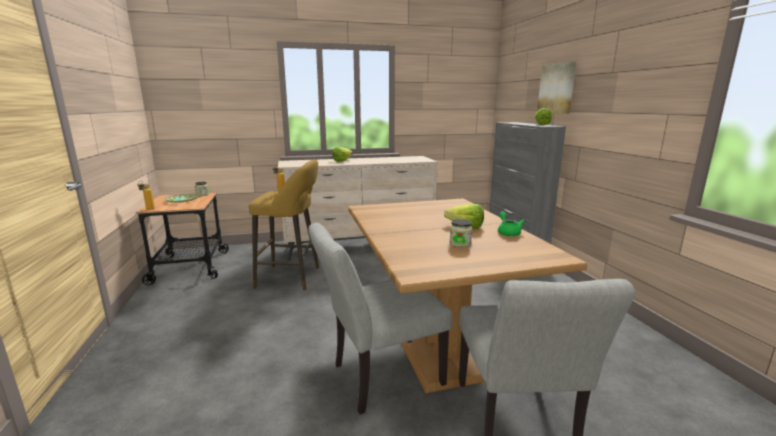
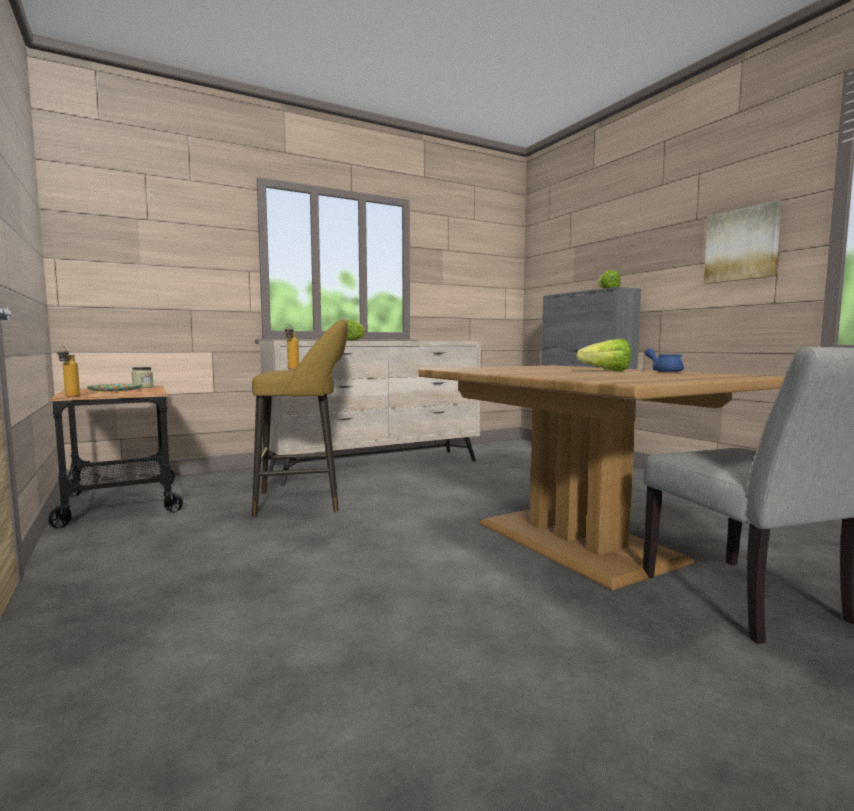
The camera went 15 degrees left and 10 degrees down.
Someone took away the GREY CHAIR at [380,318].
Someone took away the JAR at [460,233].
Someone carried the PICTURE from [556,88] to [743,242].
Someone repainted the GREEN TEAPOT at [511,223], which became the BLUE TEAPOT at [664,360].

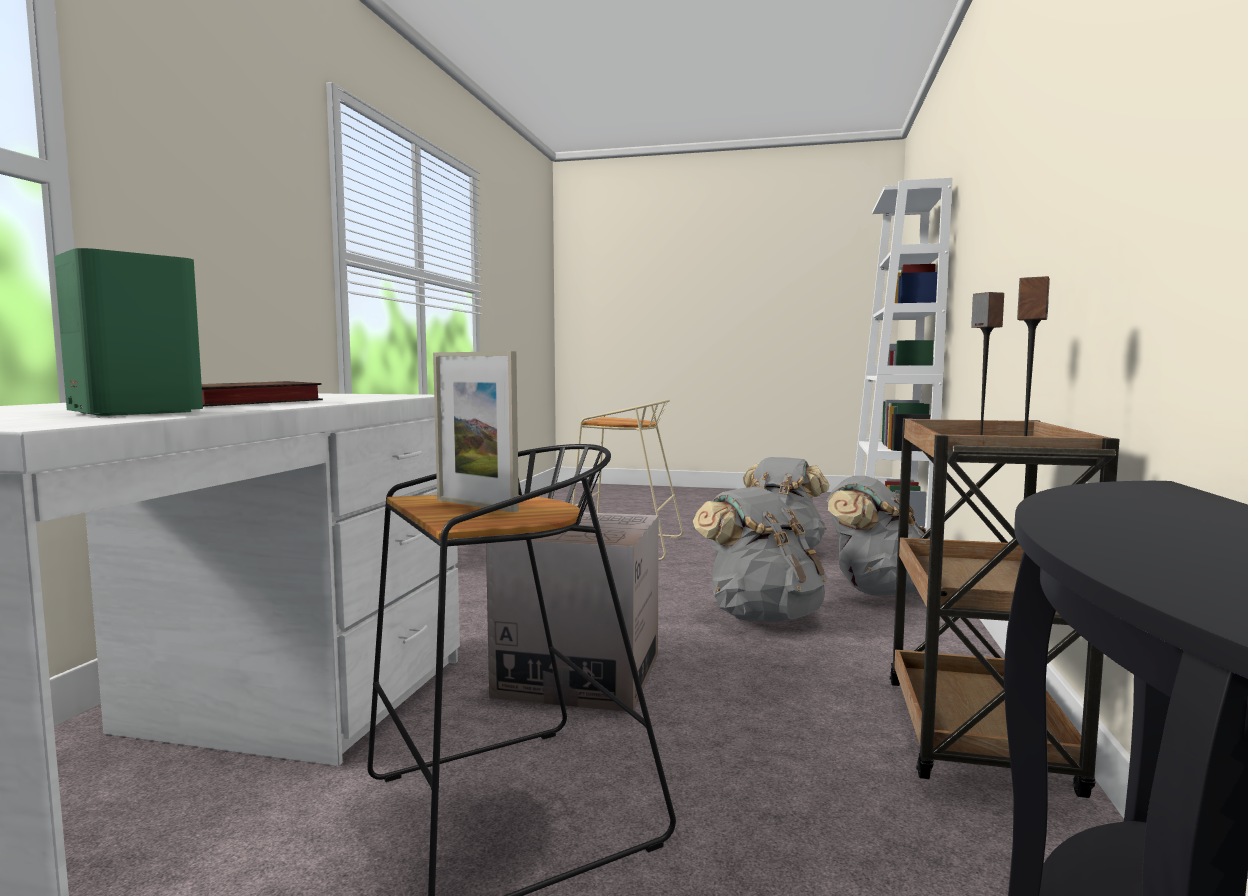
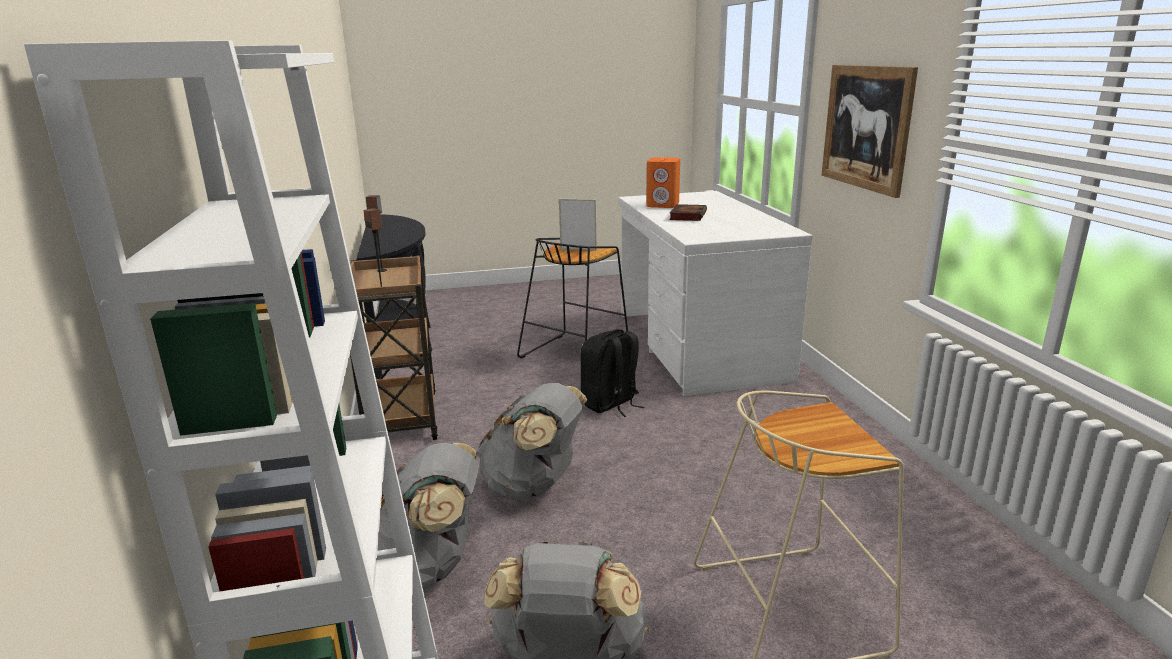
The camera went 155 degrees right and 15 degrees up.
Someone put up the PICTURE at [869,131].
Someone swapped the CARDBOARD BOX at [572,612] for the BLACK BACKPACK at [612,373].
Someone repainted the GREEN SPEAKER at [128,332], which became the ORANGE SPEAKER at [663,182].

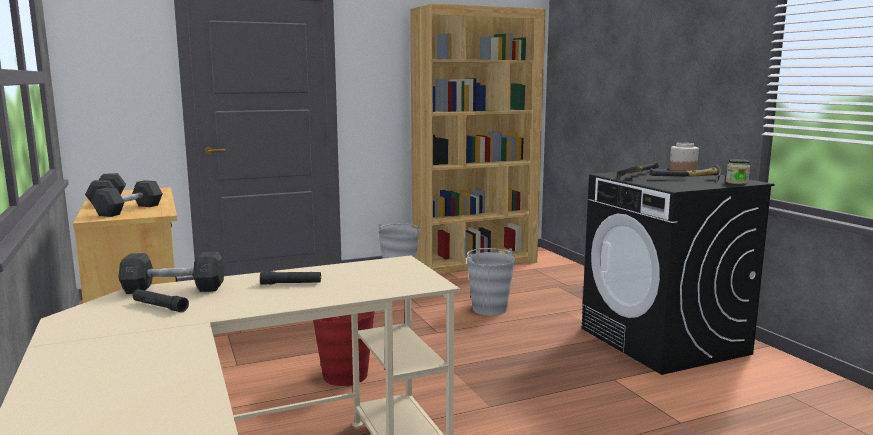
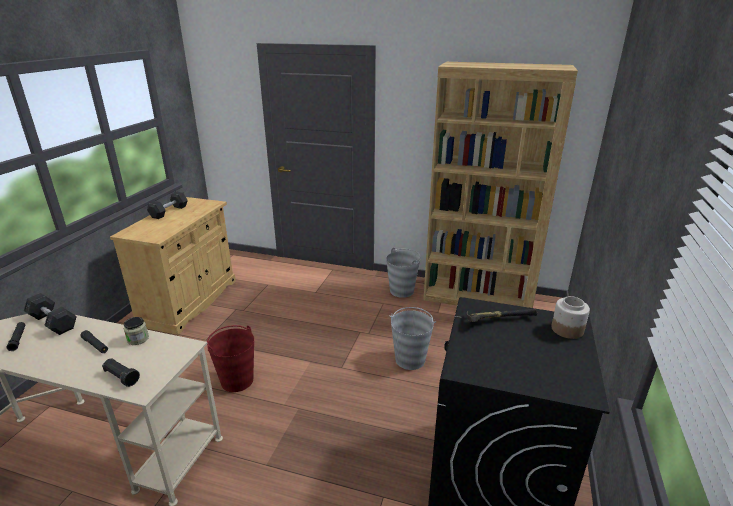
The camera went 40 degrees right and 15 degrees up.
Someone took away the GREY DUMBBELL at [127,198].
Someone took away the HAMMER at [685,173].
Someone put down the BLACK FLASHLIGHT at [121,372].
Someone carried the JAR from [738,171] to [136,331].

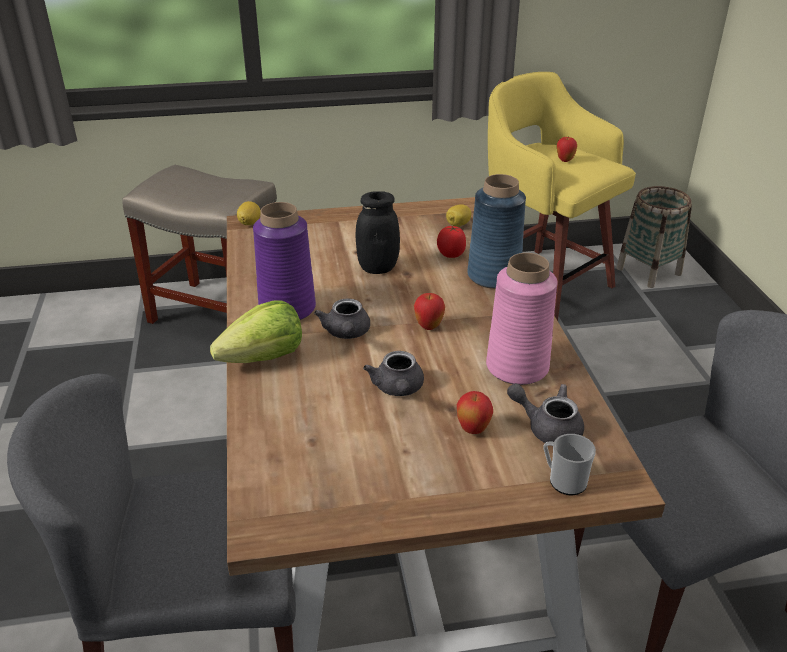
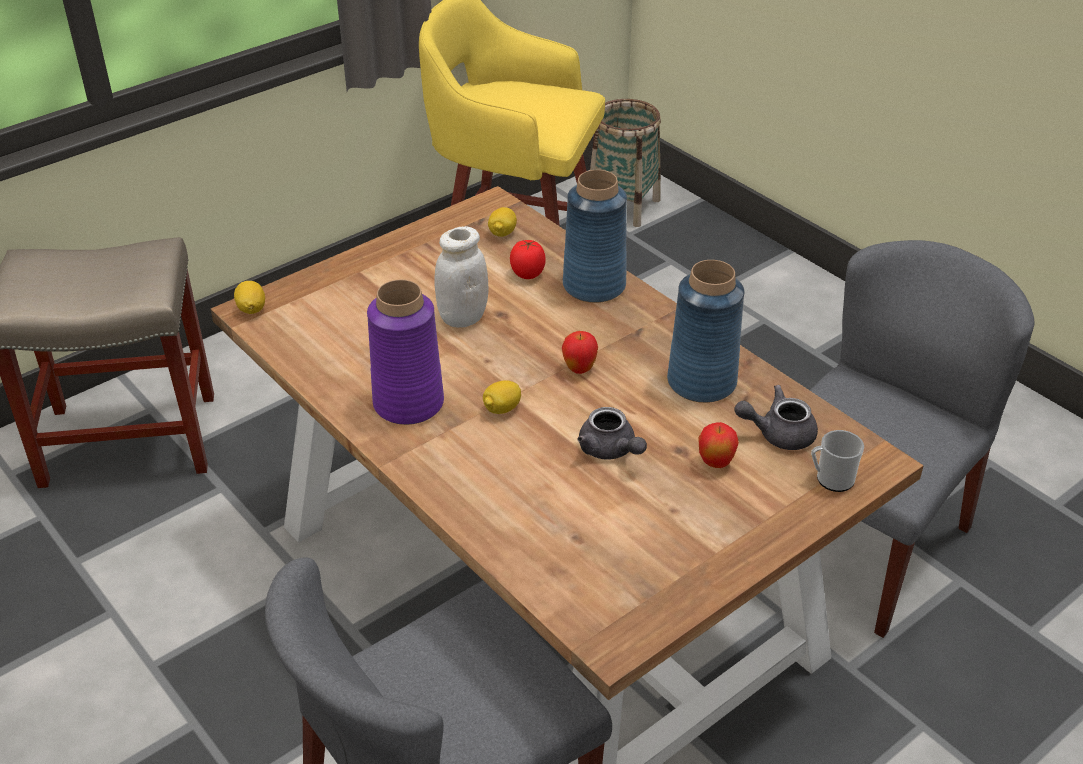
The camera went 30 degrees left and 5 degrees up.
Someone took away the LETTUCE at [256,331].
Someone took away the APPLE at [567,149].
Someone swapped the GREY TEAPOT at [342,318] for the LEMON at [502,397].
Someone repainted the BLACK JAR at [378,232], which became the WHITE JAR at [461,277].
Someone repainted the PINK VASE at [522,319], which became the BLUE VASE at [706,331].

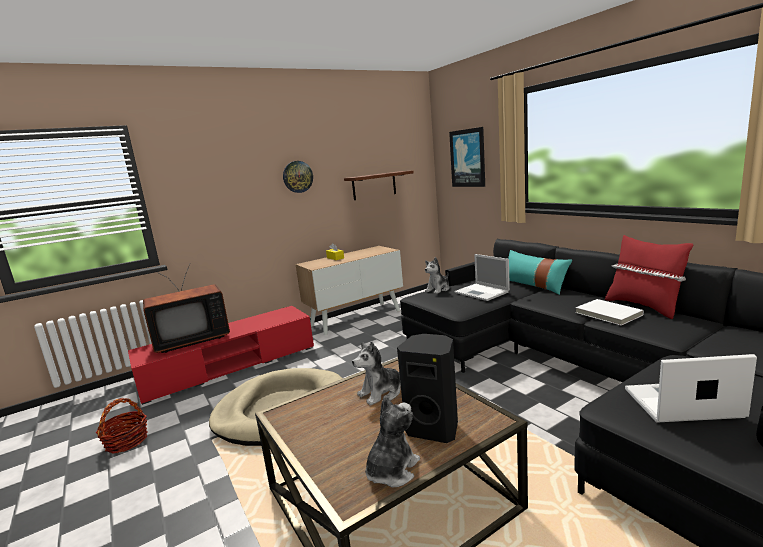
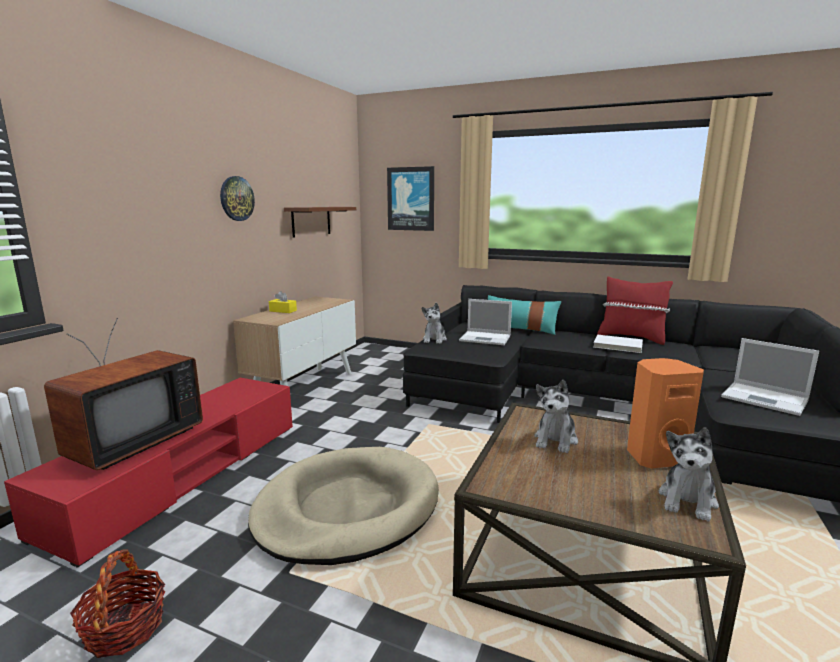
The camera went 35 degrees left and 0 degrees up.
Someone repainted the BLACK SPEAKER at [427,388], which became the ORANGE SPEAKER at [665,413].
Someone rotated the PLUSH TOY at [392,442] by 150 degrees counterclockwise.
Someone rotated the LAPTOP at [691,388] by 105 degrees counterclockwise.

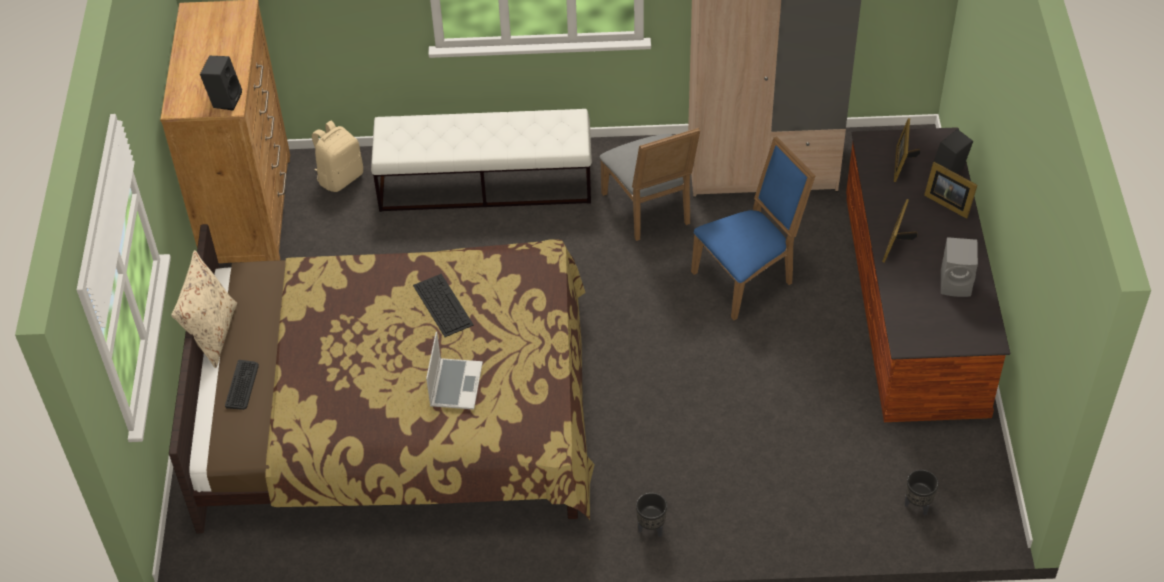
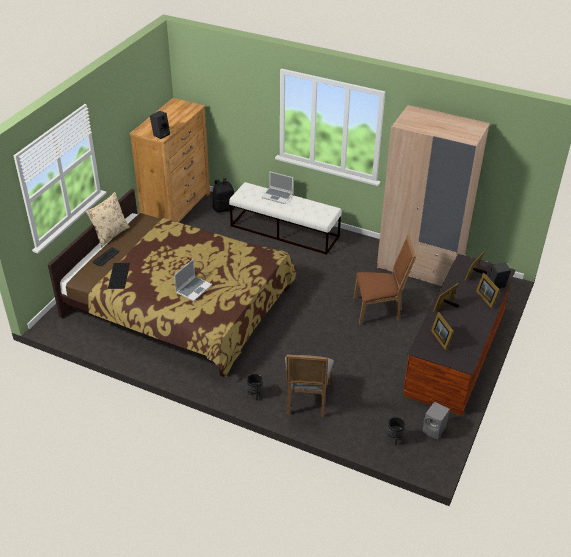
The camera went 25 degrees right and 10 degrees down.
Someone put down the LAPTOP at [277,187].
Someone put down the PICTURE FRAME at [442,331].
Someone carried the KEYBOARD from [443,305] to [119,276].
Someone carried the GREY CHAIR from [650,184] to [309,386].
Someone carried the GREY SPEAKER from [959,267] to [436,420].
Someone repainted the BEIGE BACKPACK at [337,156], which became the BLACK BACKPACK at [223,195].
Someone repainted the BLUE CHAIR at [753,228], which became the BROWN CHAIR at [384,280].

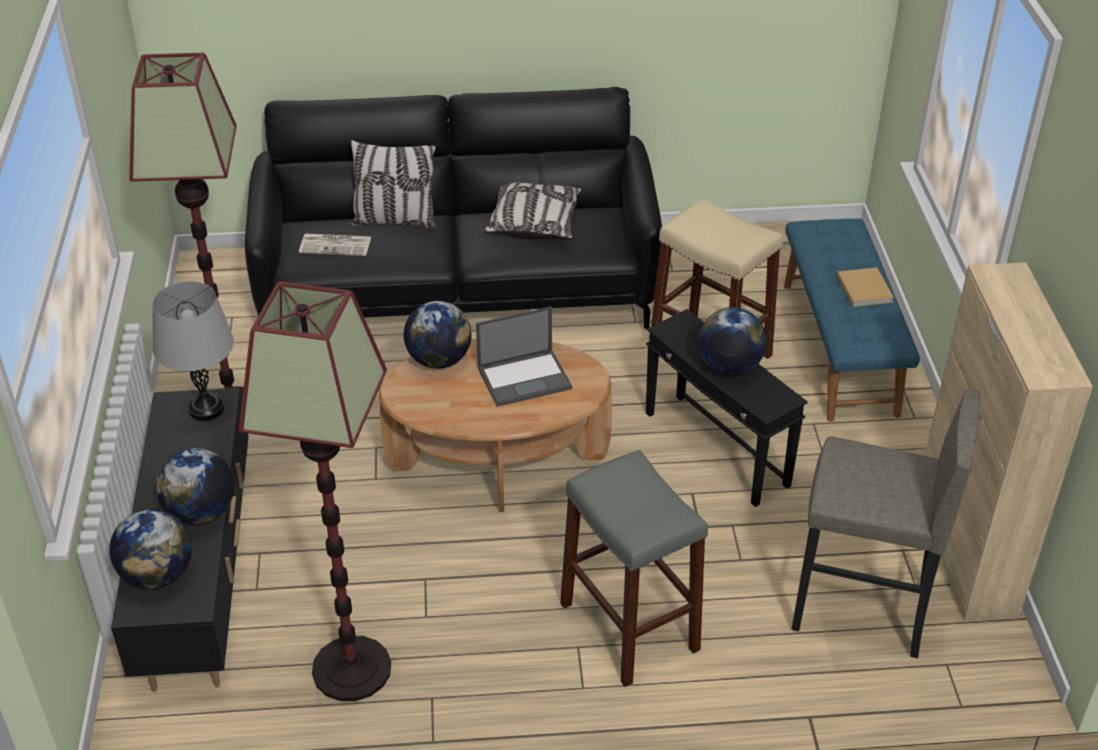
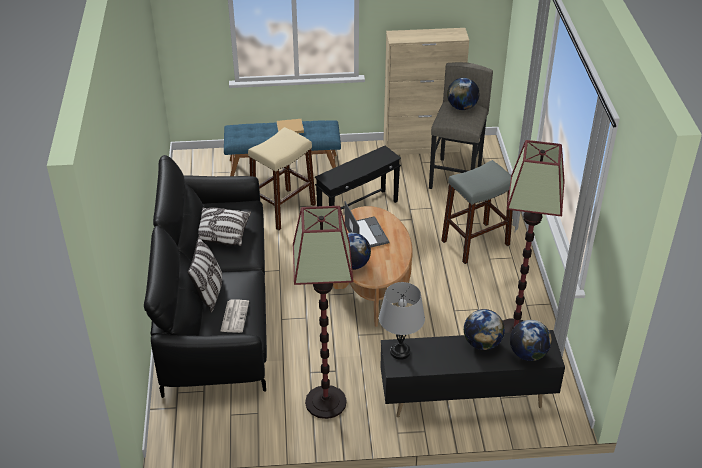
The camera went 90 degrees left and 0 degrees up.
Someone carried the GLOBE from [732,341] to [463,94].

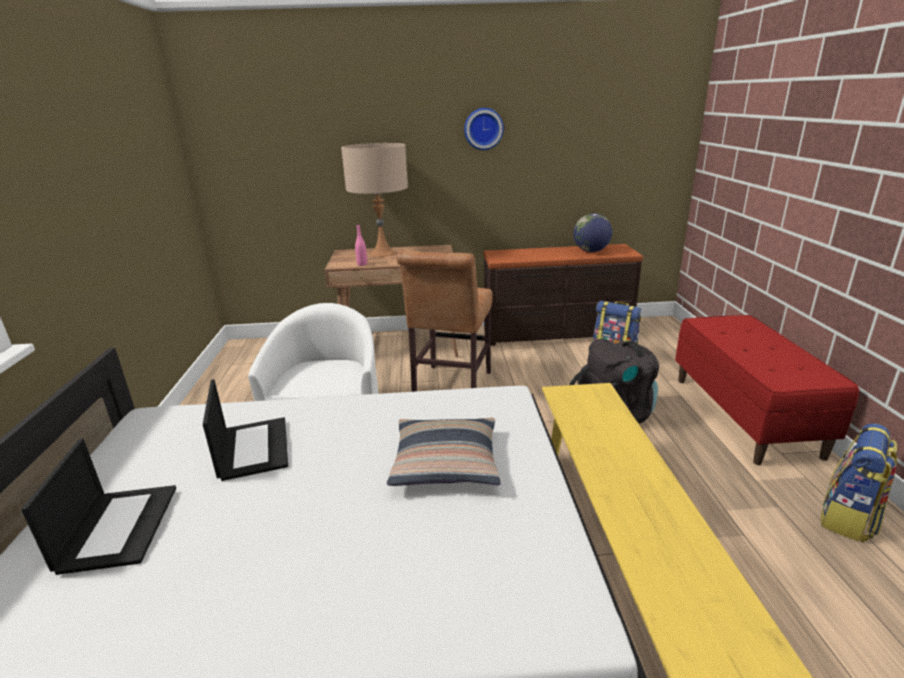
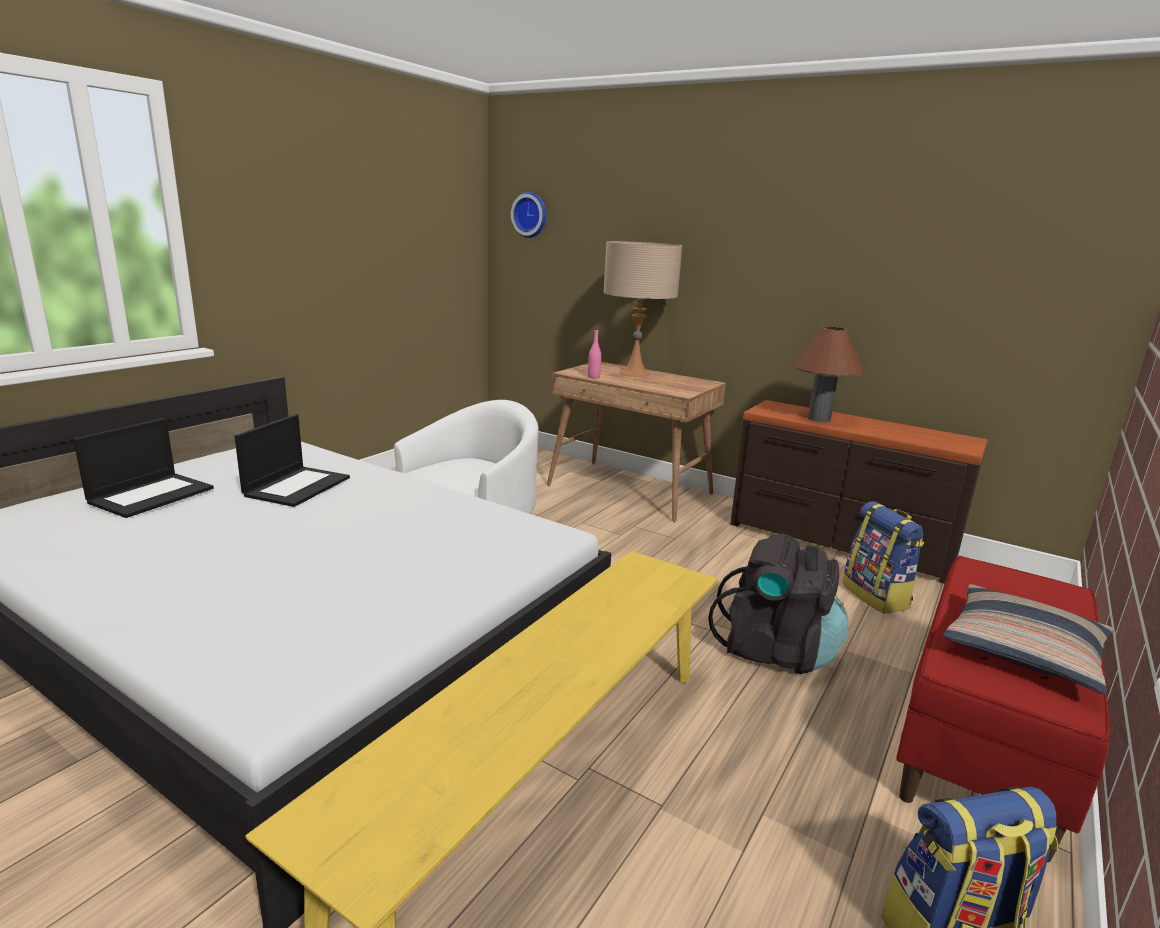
The camera went 35 degrees right and 5 degrees down.
Someone took away the BROWN CHAIR at [444,321].
Someone took away the GLOBE at [592,233].
Someone put down the BROWN TABLE LAMP at [828,374].
Someone carried the PILLOW from [444,452] to [1028,639].
Someone carried the WALL CLOCK from [484,129] to [528,215].

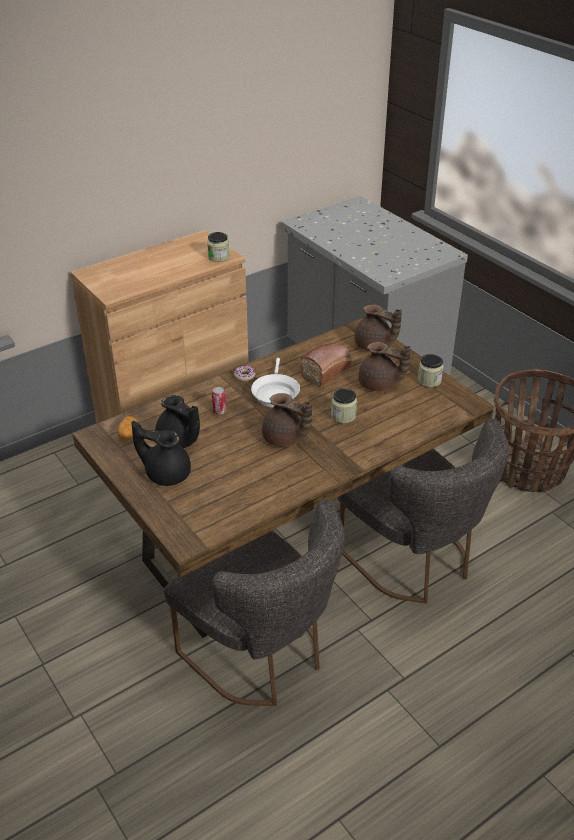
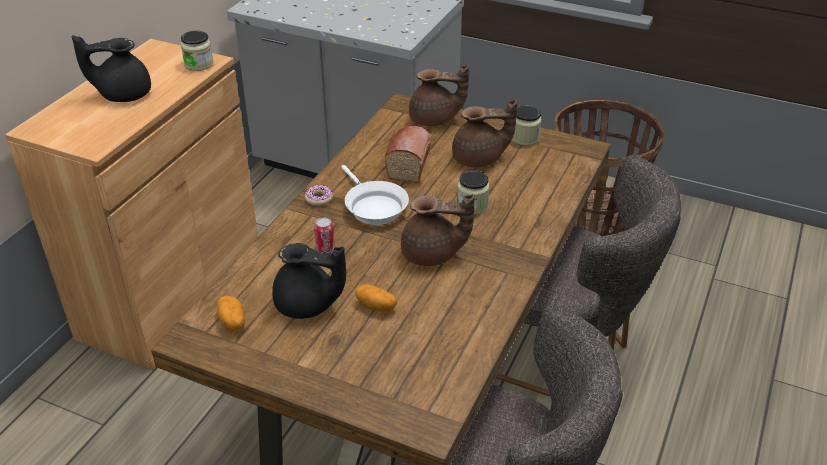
The camera went 30 degrees left and 0 degrees up.
Someone put down the POTATO at [376,298].
Someone carried the BLACK TEAPOT from [161,453] to [111,68].

